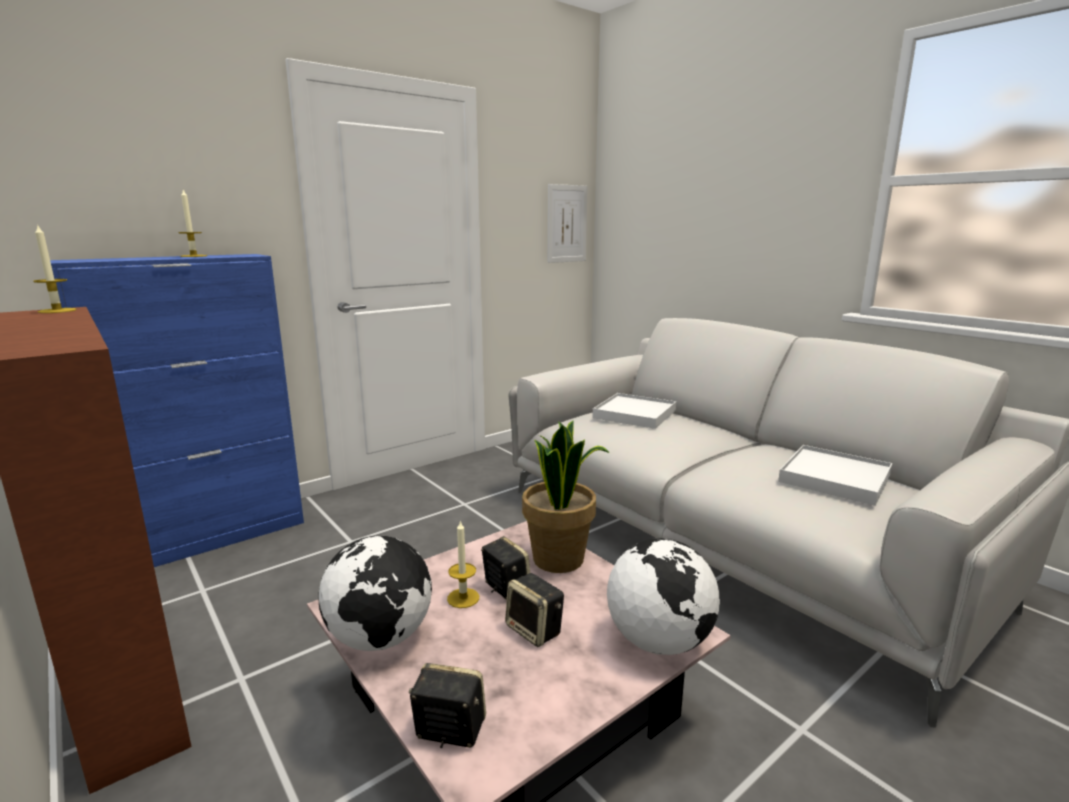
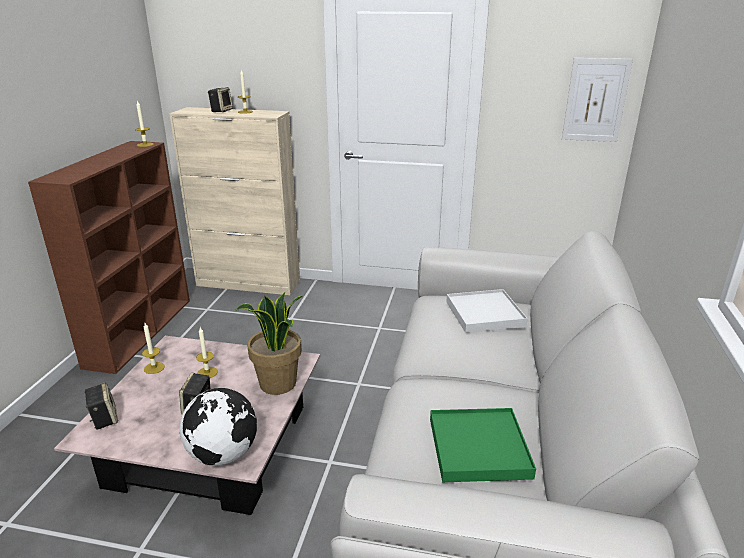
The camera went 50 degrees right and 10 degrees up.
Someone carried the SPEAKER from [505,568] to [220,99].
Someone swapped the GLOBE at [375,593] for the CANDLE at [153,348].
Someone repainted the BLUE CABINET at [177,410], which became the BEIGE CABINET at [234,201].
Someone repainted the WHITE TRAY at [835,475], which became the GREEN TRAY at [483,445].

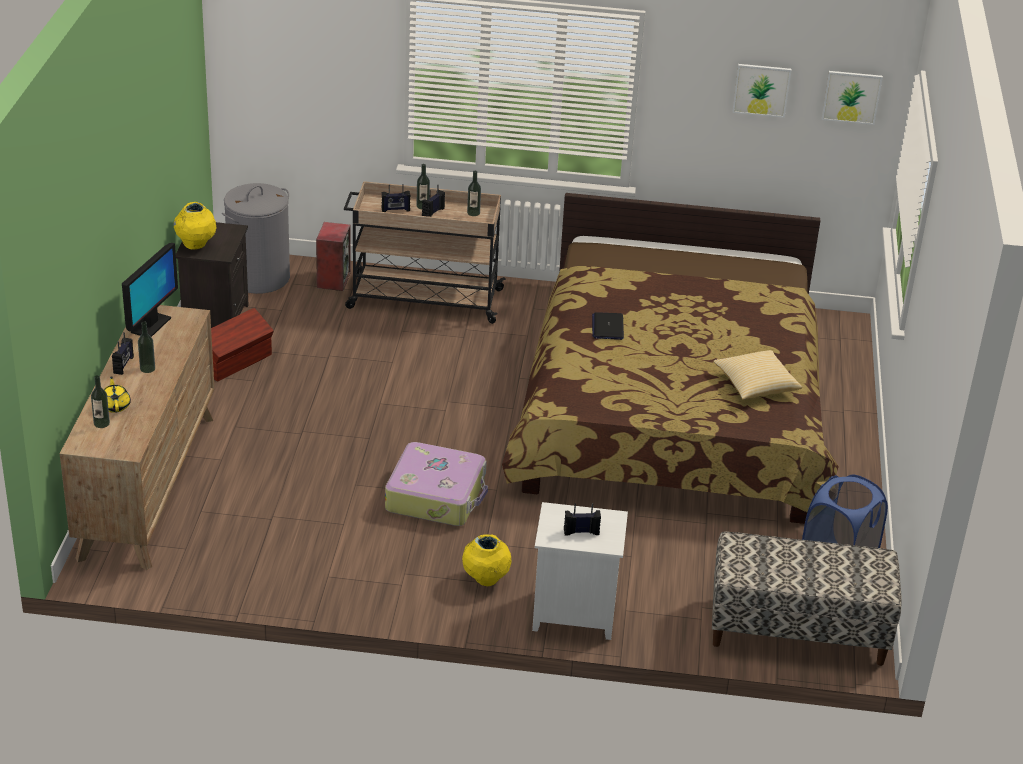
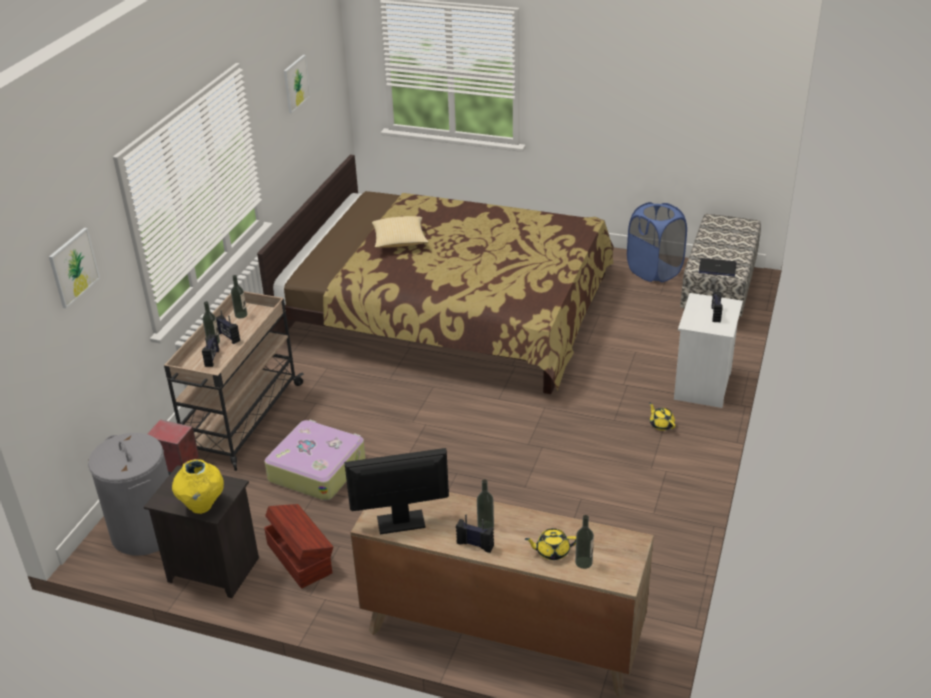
The camera went 75 degrees left and 0 degrees up.
Someone carried the SUITCASE from [436,484] to [315,460].
Someone carried the LAPTOP from [608,326] to [717,267].
Someone carried the PILLOW from [757,374] to [400,232].
Someone carried the PICTURE from [852,98] to [74,268].
Someone swapped the YELLOW VASE at [486,560] for the YELLOW TEAPOT at [662,416].
Someone rotated the MONITOR at [150,290] by 45 degrees counterclockwise.

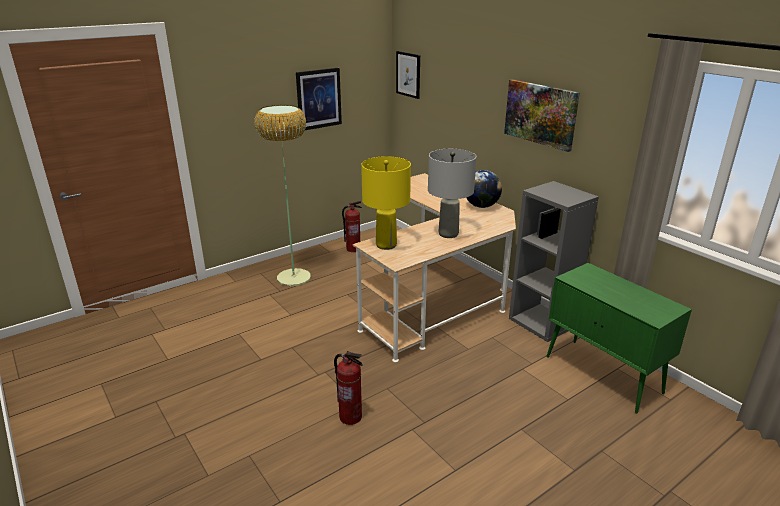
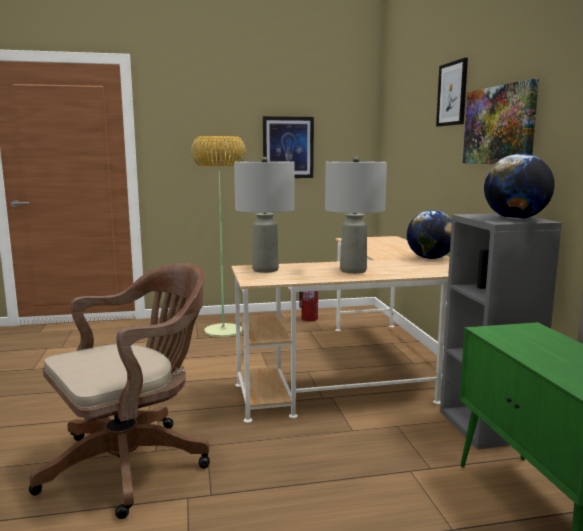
The camera went 25 degrees right and 15 degrees down.
Someone put down the GLOBE at [519,186].
Someone carried the PICTURE from [408,75] to [452,92].
Someone swapped the FIRE EXTINGUISHER at [348,388] for the BROWN OFFICE CHAIR at [119,391].
Someone repainted the YELLOW TABLE LAMP at [386,203], which became the GREY TABLE LAMP at [264,215].

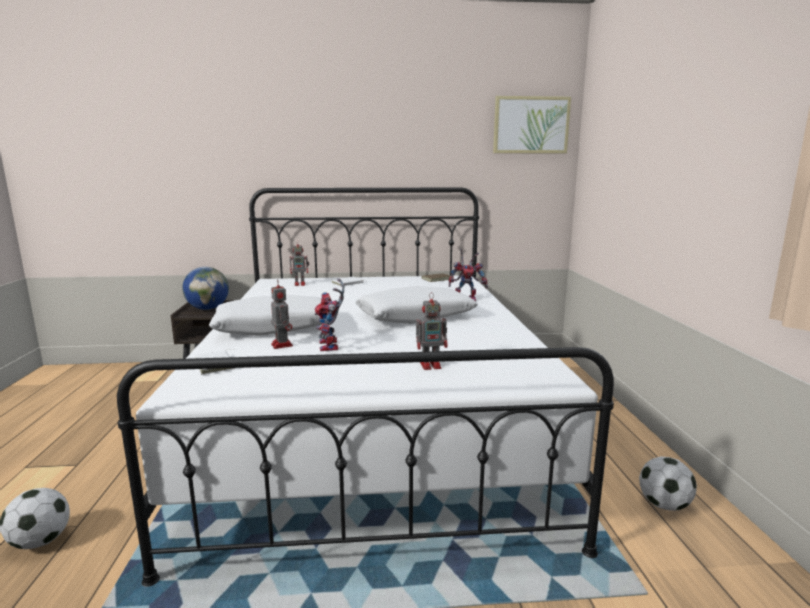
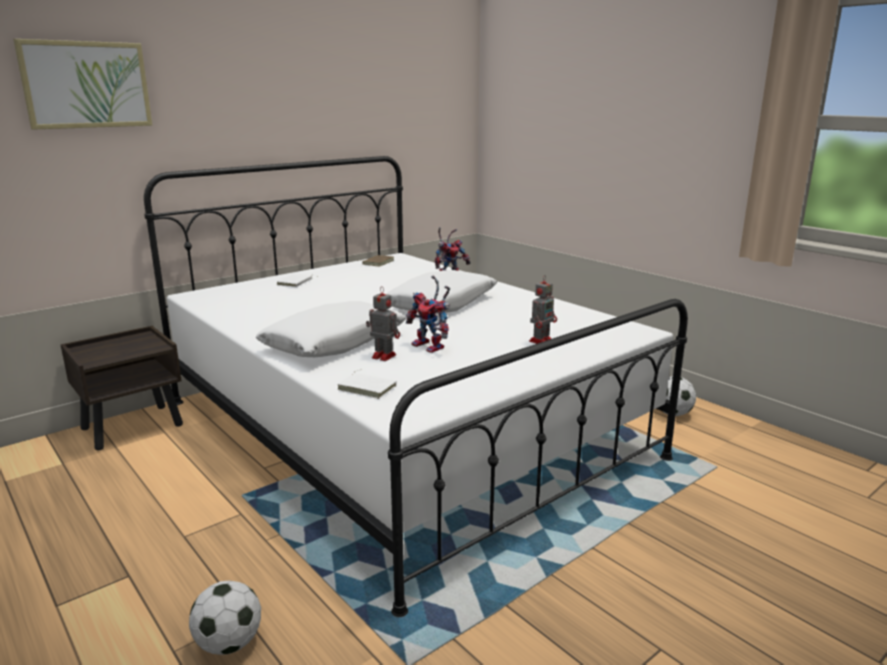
The camera went 35 degrees left and 5 degrees up.
Someone took away the GLOBE at [205,288].
Someone took away the TOY ROBOT at [299,263].
Someone carried the PICTURE from [532,124] to [82,84].

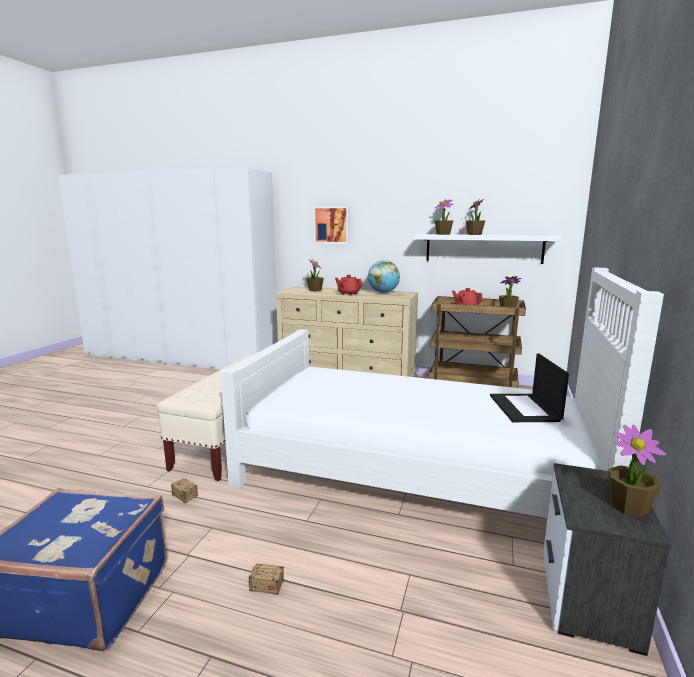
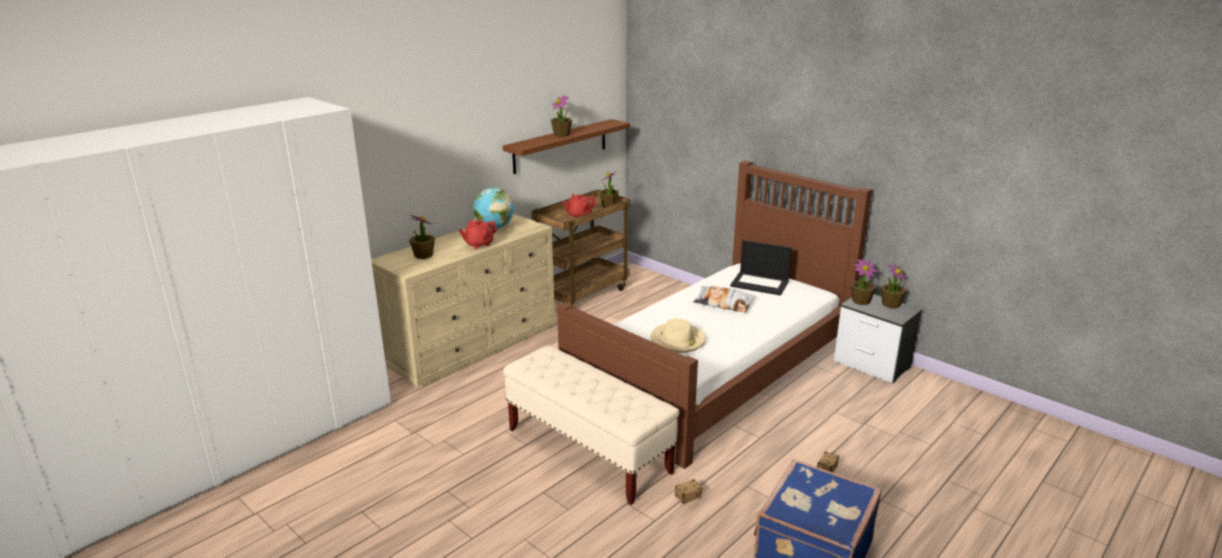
The camera went 65 degrees left and 10 degrees up.
Someone took away the PICTURE at [331,225].
Someone put down the BEIGE HAT at [678,335].
Someone put down the PILLOW at [724,299].
Someone carried the POTTED PLANT from [444,217] to [864,282].
Someone repainted the WHITE BED at [442,392], which became the BROWN BED at [714,315].
Someone repainted the WHITE SHELF at [487,249], which became the BROWN SHELF at [566,146].

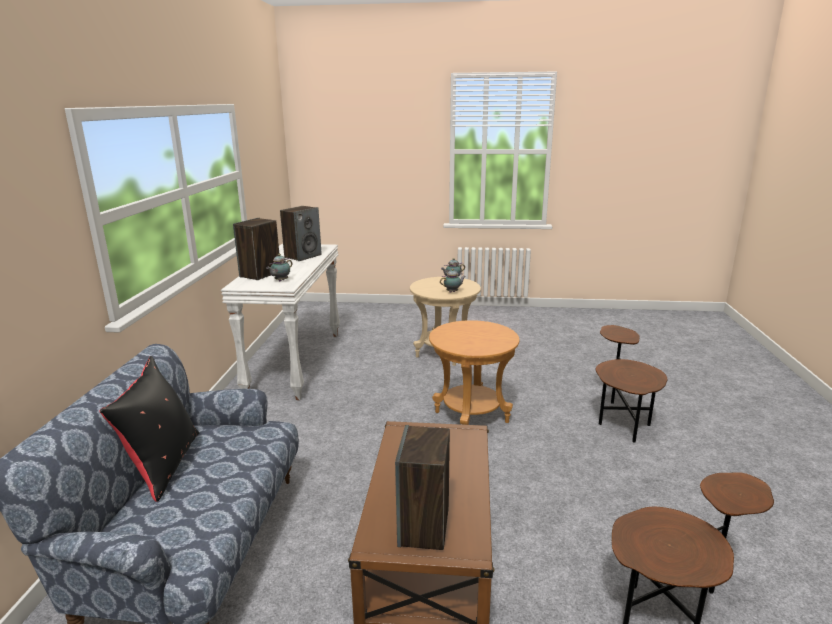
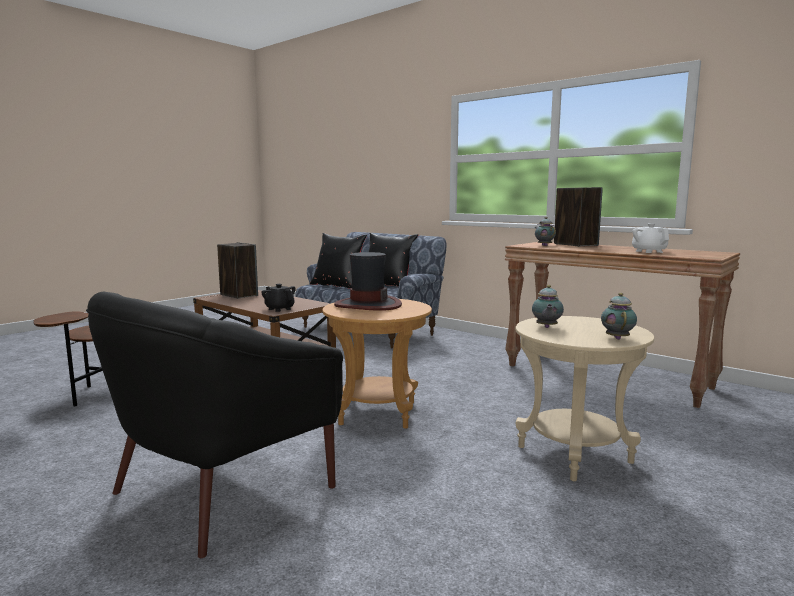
The camera went 125 degrees right and 10 degrees down.
Someone put down the BLACK TEAPOT at [278,298].
Someone put down the BLACK PILLOW at [338,261].
Someone put down the HAT at [368,281].
Someone swapped the SPEAKER at [301,233] for the WHITE TEAPOT at [650,238].
Someone swapped the BROWN SIDE TABLE at [632,384] for the BLACK ARMCHAIR at [214,425].
Someone repainted the WHITE CONSOLE TABLE at [280,322], which became the BROWN CONSOLE TABLE at [622,325].

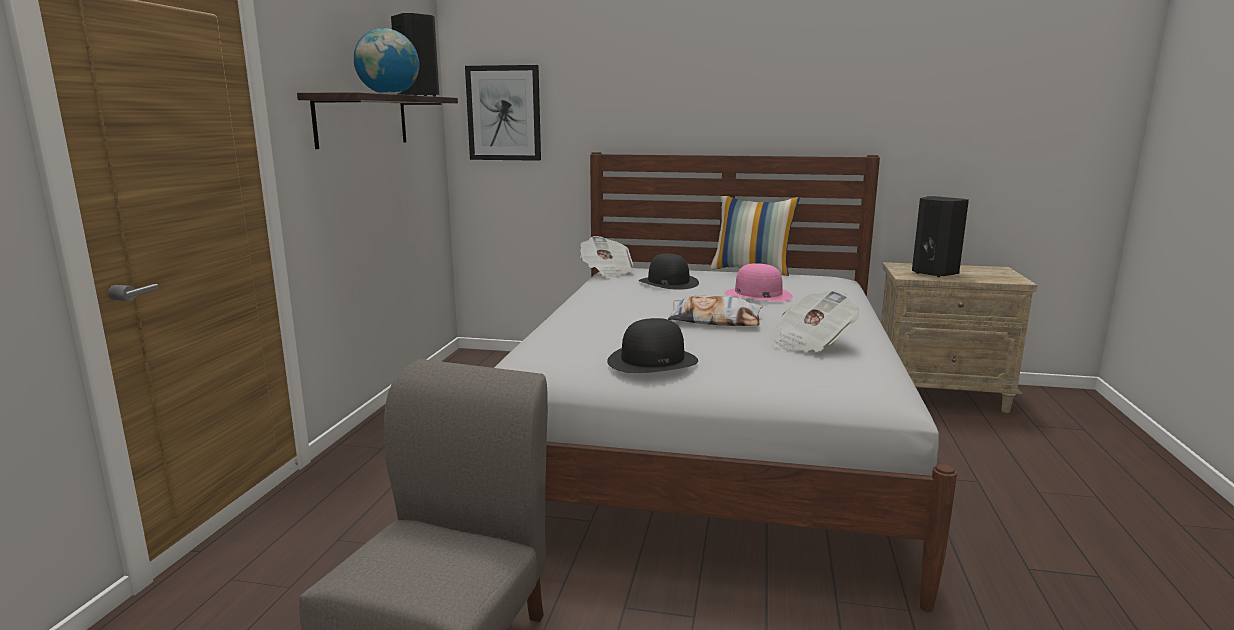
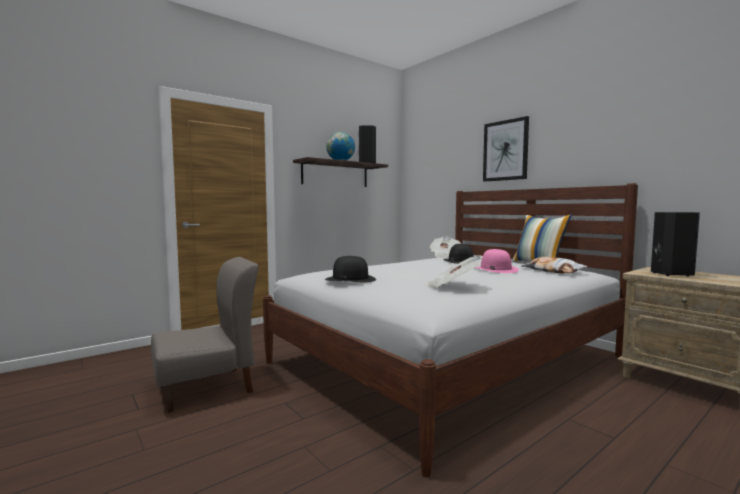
The camera went 40 degrees right and 10 degrees down.
Someone carried the PICTURE from [503,113] to [506,149].
Someone carried the PILLOW from [715,311] to [554,265].

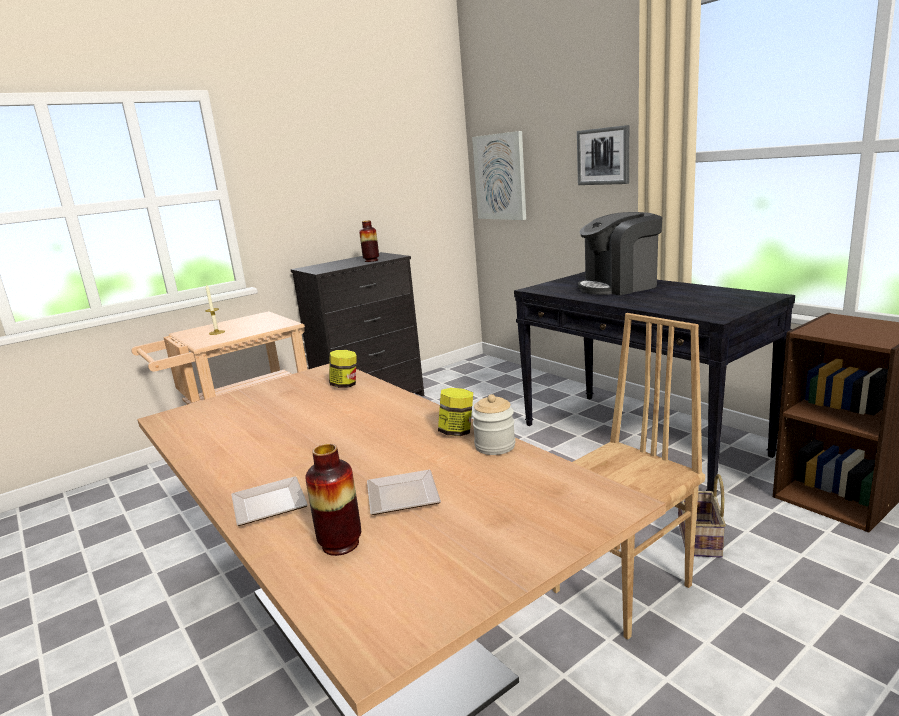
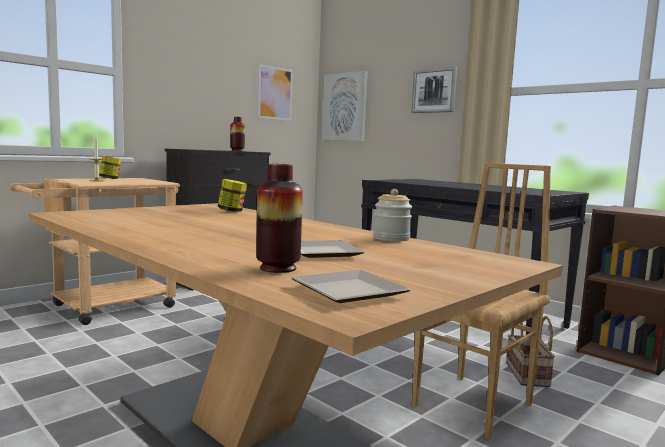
The camera went 10 degrees left and 10 degrees down.
Someone took away the COFFEE MACHINE at [620,253].
Someone put up the PICTURE at [275,92].
Someone carried the PLATE from [269,501] to [351,286].
Someone carried the JAR from [455,412] to [110,167].

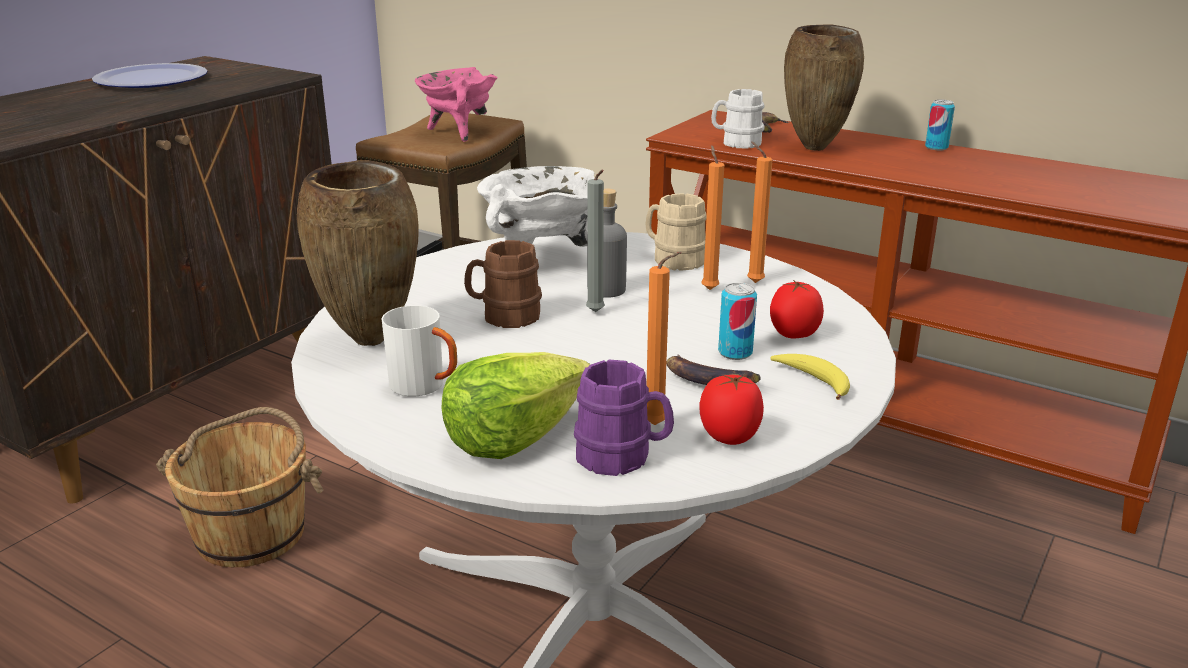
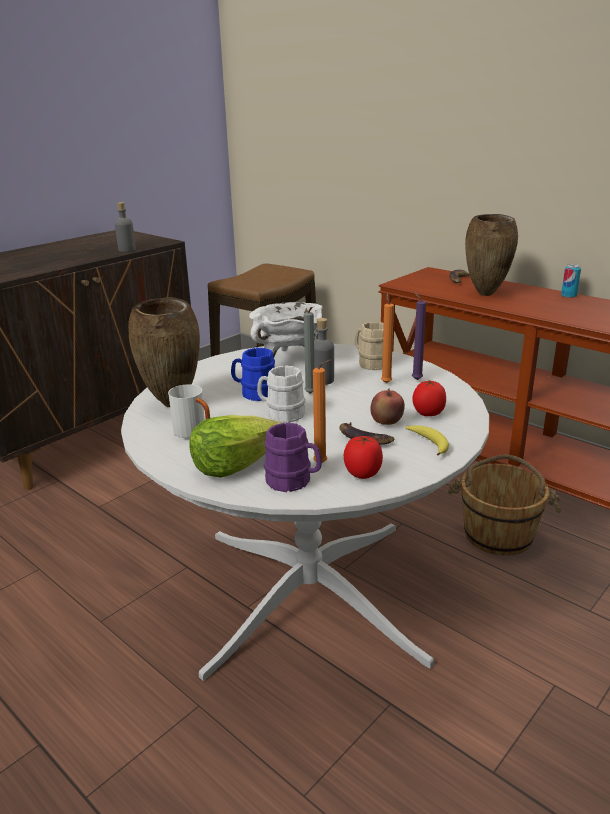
The camera went 10 degrees right and 0 degrees up.
Someone took away the PLATE at [150,75].
Someone took away the PINK COOKING POT at [456,104].
Someone put down the GREY BOTTLE at [125,227].
Someone carried the BROWN BUCKET from [240,487] to [504,505].
Someone carried the WHITE MUG from [738,119] to [281,394].
Someone swapped the CAN at [737,321] for the APPLE at [388,407].
Someone repainted the BROWN MUG at [503,284], which became the BLUE MUG at [253,374].
Someone repainted the ORANGE CANDLE at [760,212], which became the PURPLE CANDLE at [419,335].

